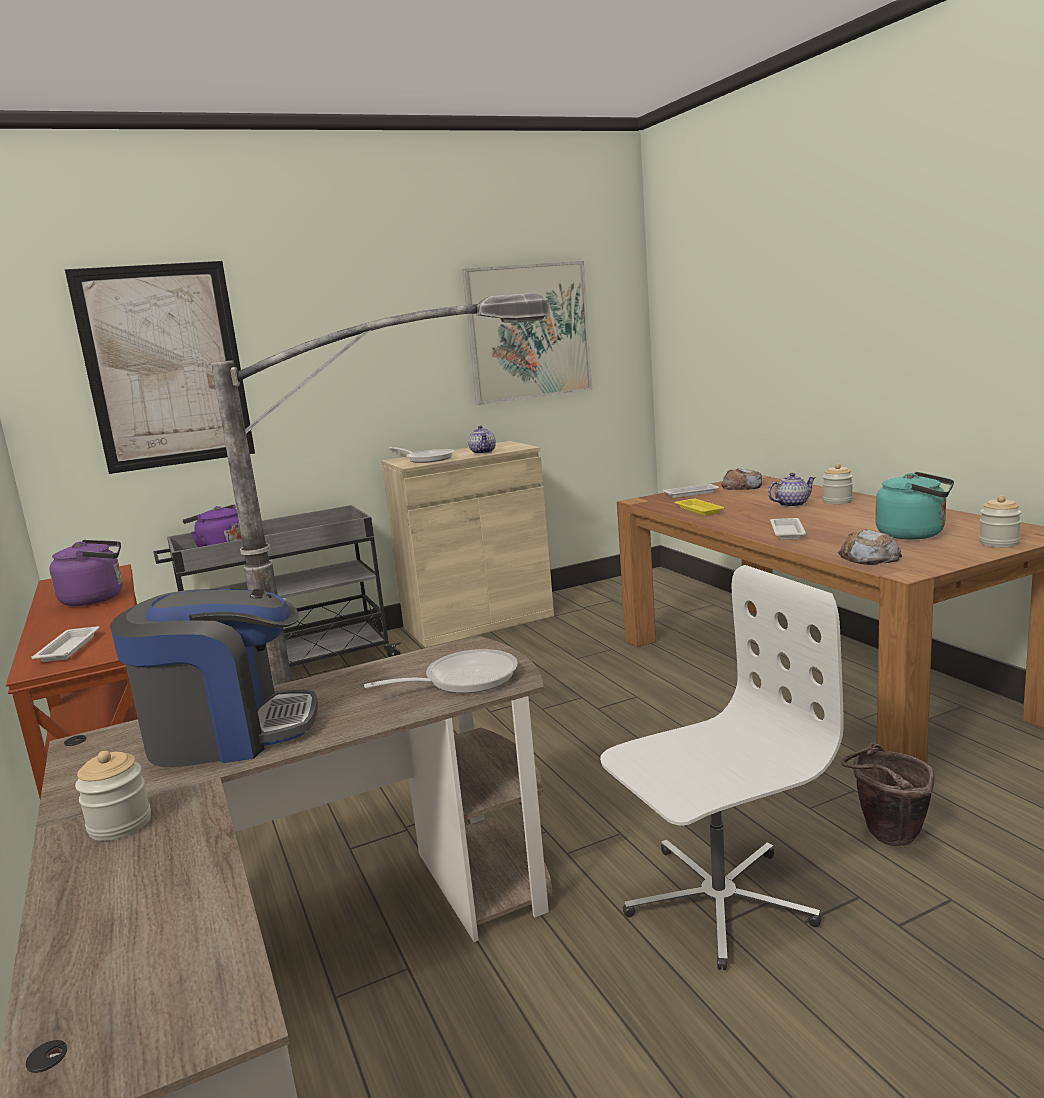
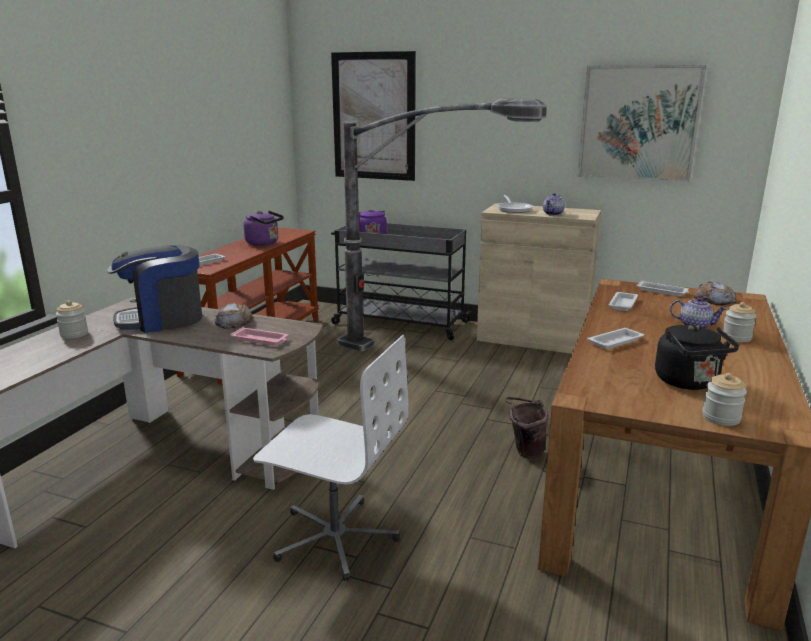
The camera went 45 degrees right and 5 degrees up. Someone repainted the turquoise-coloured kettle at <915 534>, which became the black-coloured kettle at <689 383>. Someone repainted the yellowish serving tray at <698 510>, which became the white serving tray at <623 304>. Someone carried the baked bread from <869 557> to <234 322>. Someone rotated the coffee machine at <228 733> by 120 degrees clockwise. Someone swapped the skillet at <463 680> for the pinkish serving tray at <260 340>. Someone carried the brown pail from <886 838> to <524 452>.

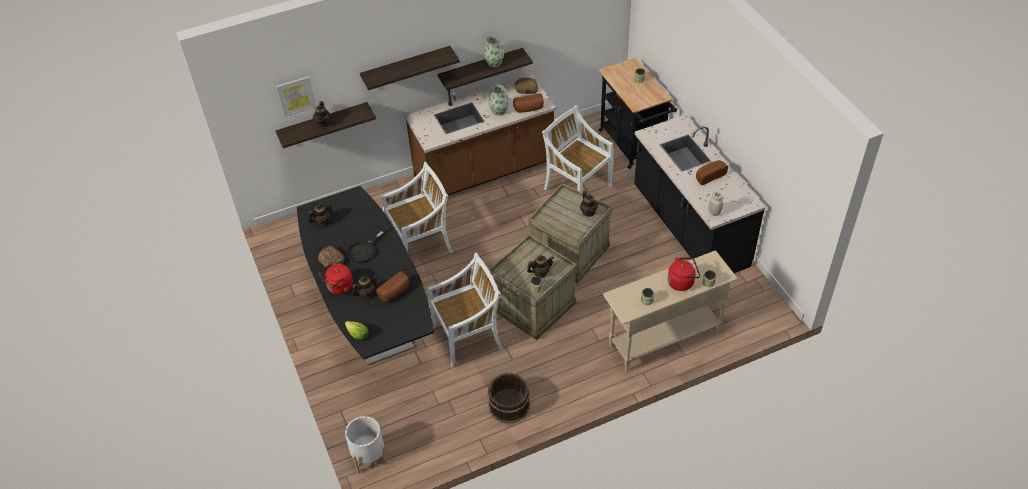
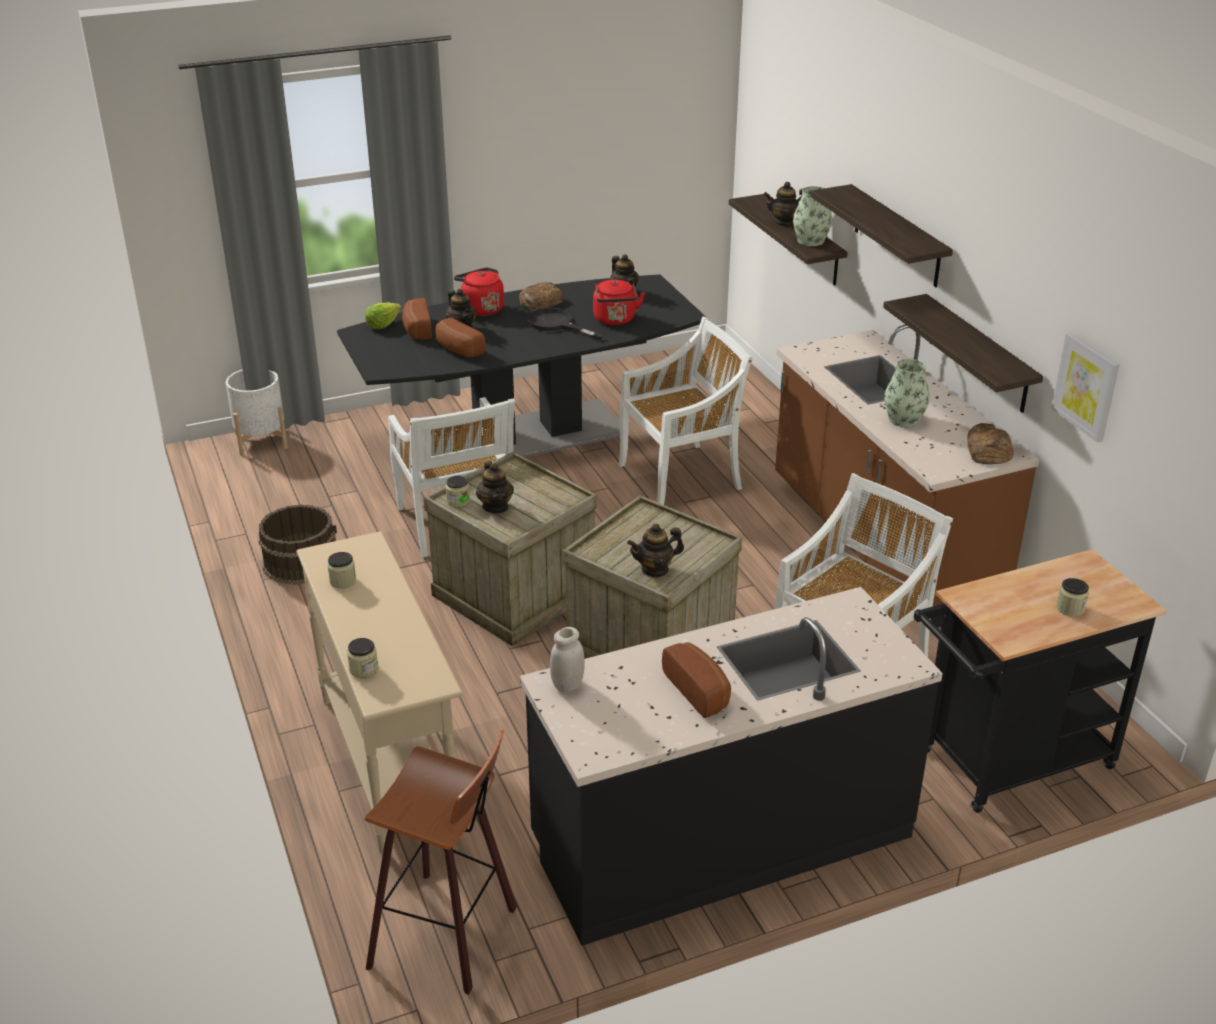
The camera went 90 degrees right and 15 degrees down. Someone carried the vase from <494 62> to <810 241>. Someone carried the picture from <296 95> to <1086 387>. Someone carried the baked bread from <529 109> to <416 330>. Someone rotated the white upright chair at <421 243> by 90 degrees counterclockwise. Someone carried the reddish kettle from <682 282> to <615 320>. Someone put down the stool seat at <449 934>.

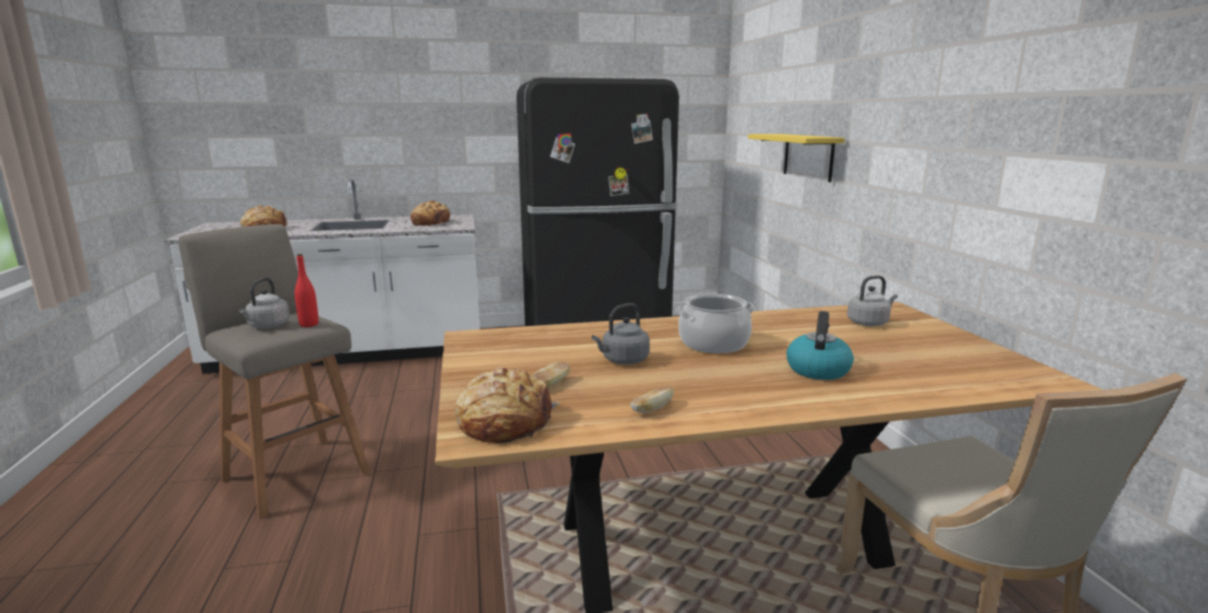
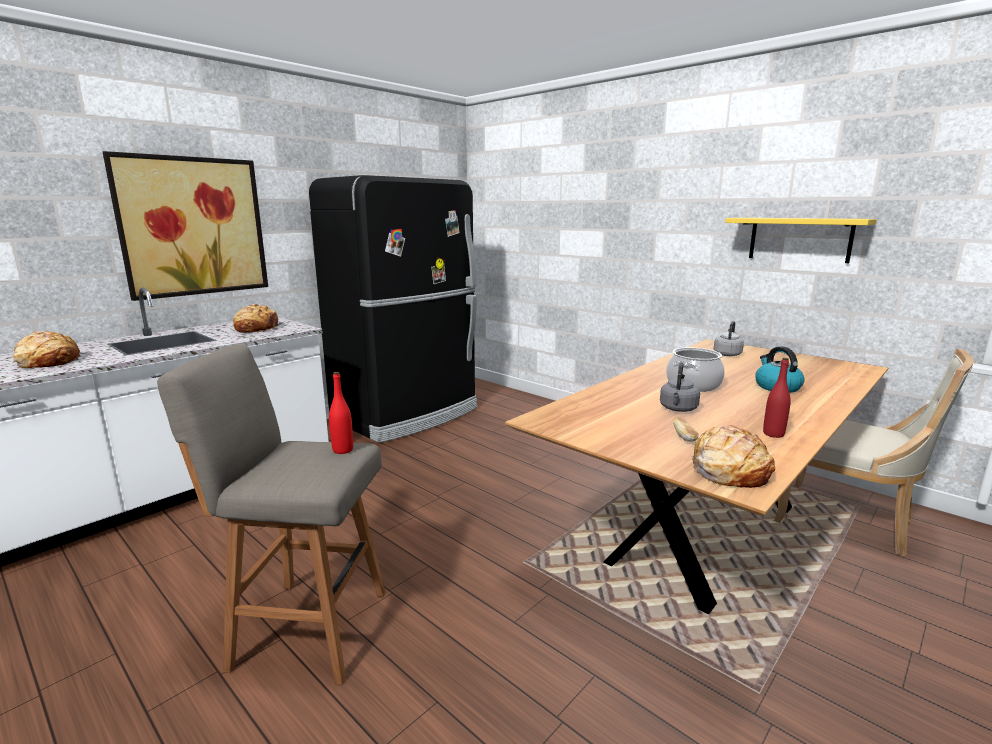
The camera went 35 degrees left and 0 degrees up. Someone carried the yellowish shelf from <808 156> to <799 239>. Someone took away the greyish kettle at <267 326>. Someone swapped the baked bread at <652 409> for the reddish beverage bottle at <773 434>. Someone put up the picture at <193 227>.

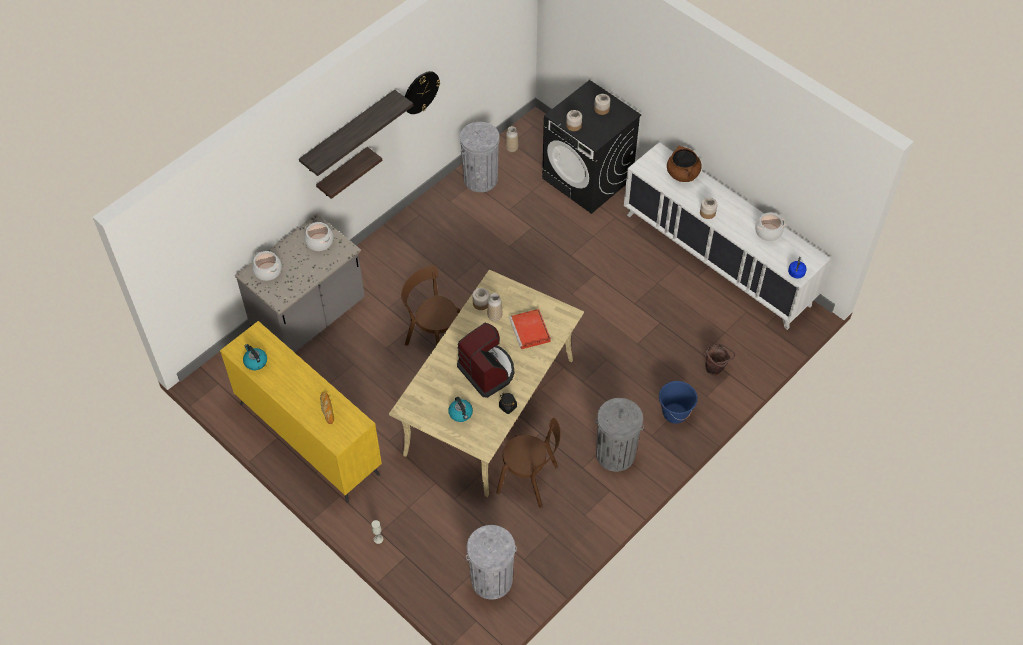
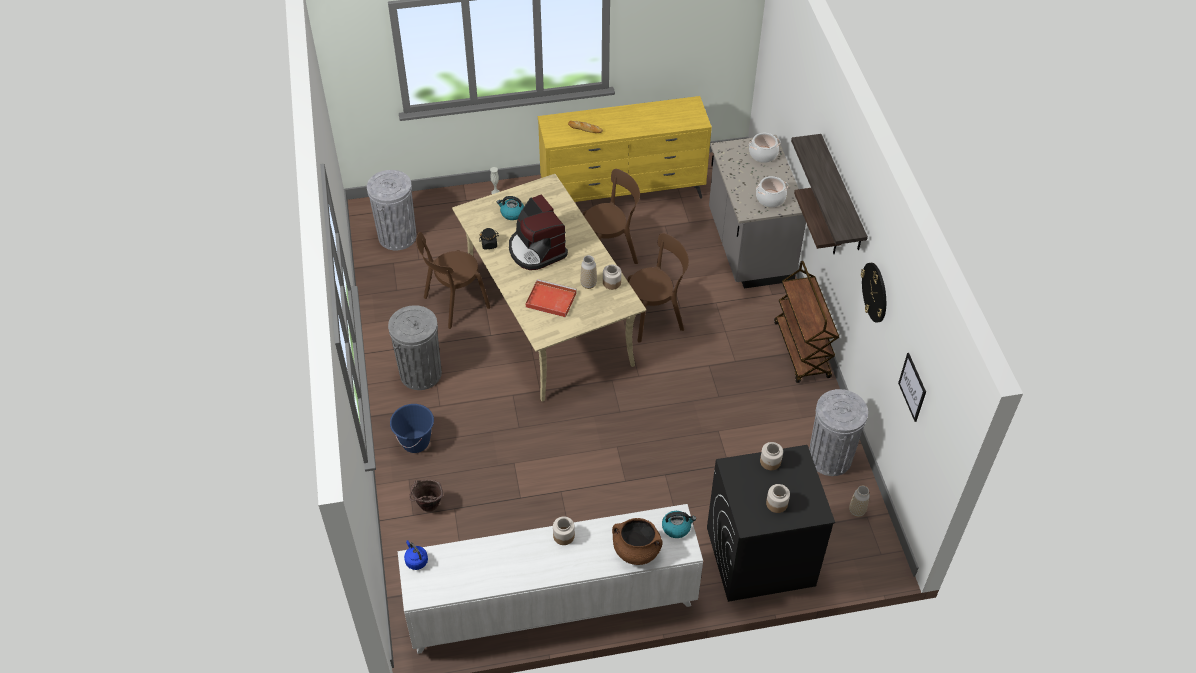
The camera went 125 degrees right and 5 degrees down. Someone took away the saucepot at <768 232>. Someone rotated the coffee machine at <487 371> by 60 degrees clockwise. Someone carried the kettle from <255 361> to <676 527>. Someone put down the brown upright chair at <610 251>. Someone put down the brown cart at <802 350>. Someone put up the picture at <912 387>.

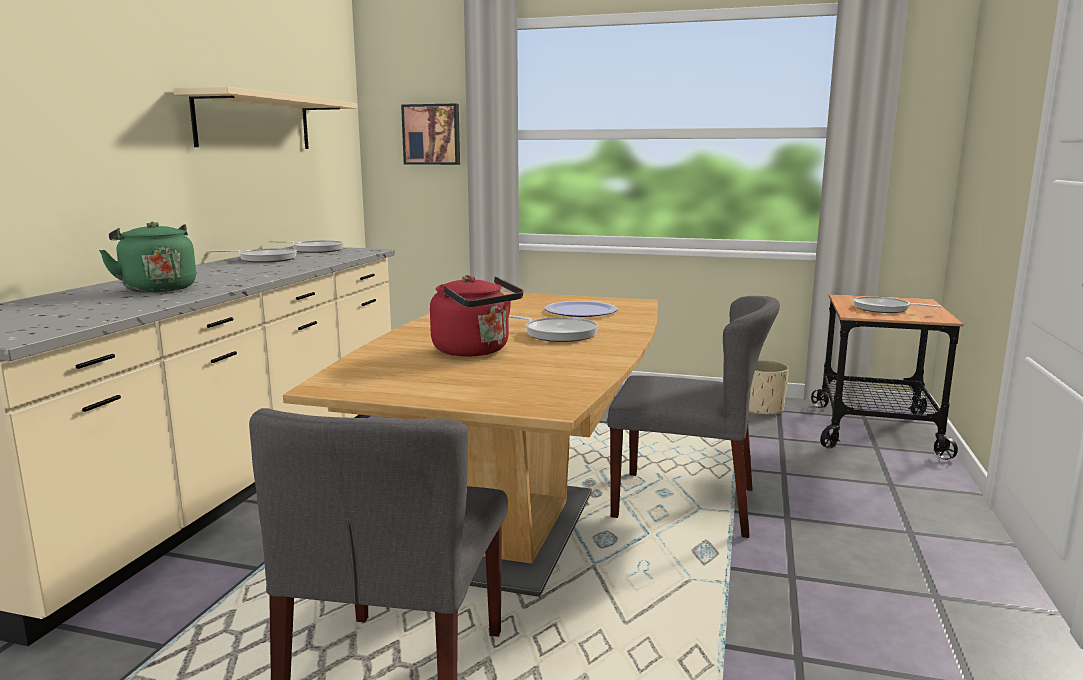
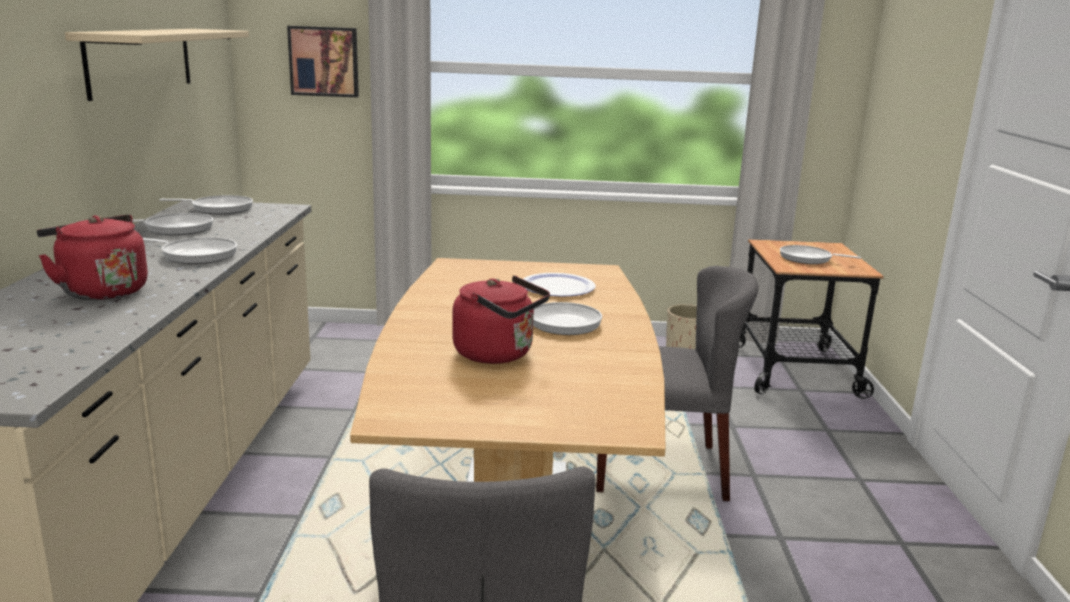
The camera went 15 degrees left and 5 degrees up. Someone repainted the green kettle at <157 288>, which became the reddish kettle at <101 291>. Someone put down the skillet at <196 255>.

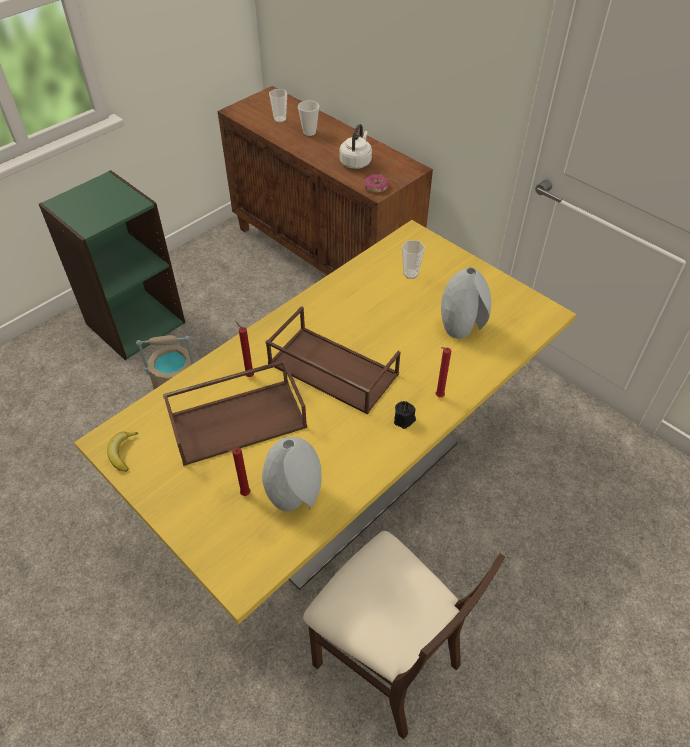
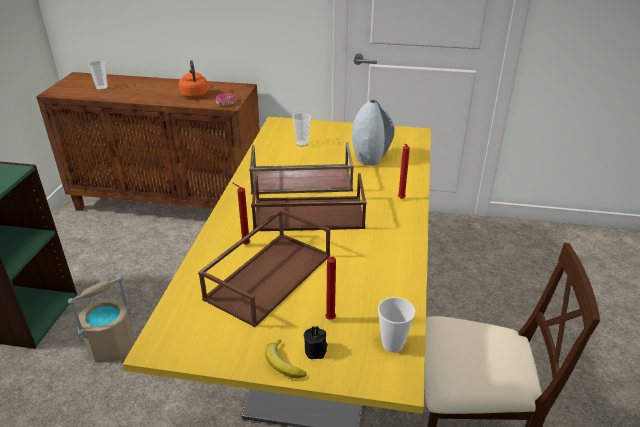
The camera went 35 degrees left and 15 degrees down. Someone carried the drinking cup from <309 132> to <393 344>. Someone repainted the white kettle at <356 162>, which became the orangey kettle at <194 94>. Someone carried the black-coloured wax candle from <404 420> to <316 350>. Someone carried the banana fruit from <122 452> to <282 364>. Someone took away the greyish vase at <295 496>. Someone put down the brown serving tray at <300 180>.

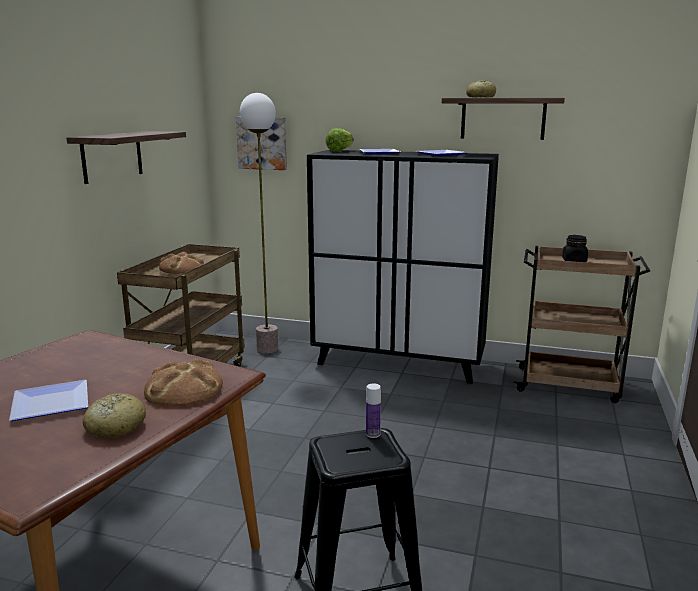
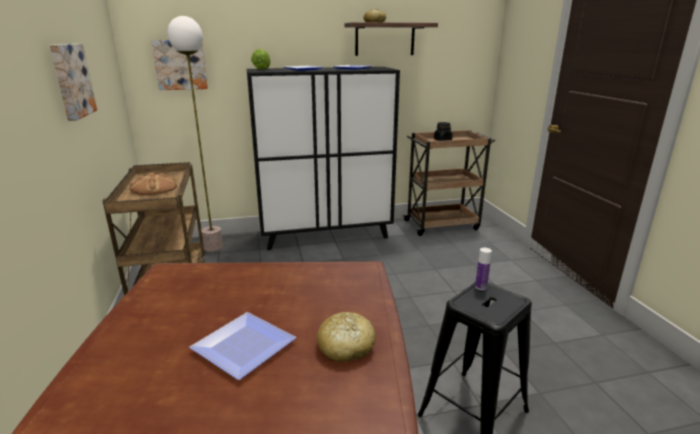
The camera went 30 degrees left and 5 degrees up. Someone swapped the shelf at <112 156> for the picture at <70 80>. Someone took away the baked bread at <184 389>.

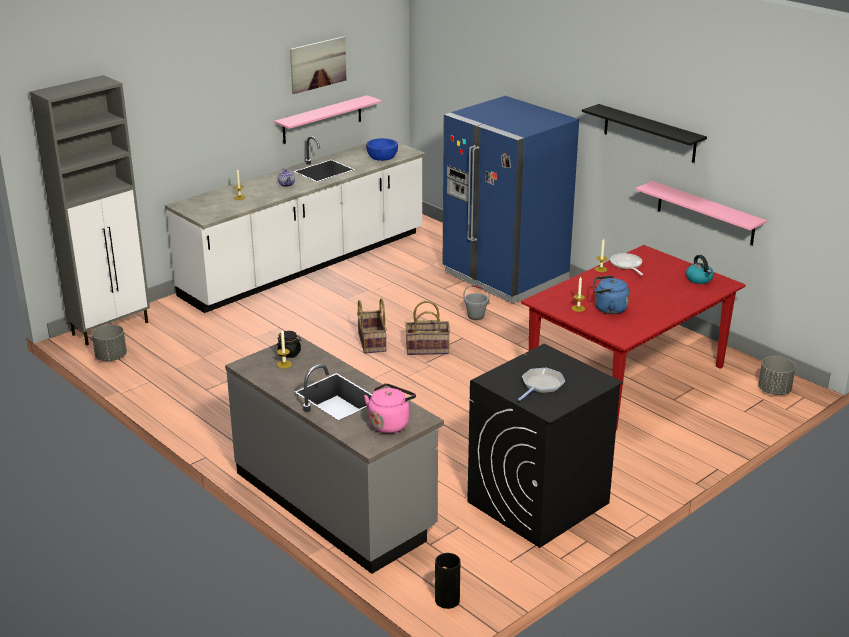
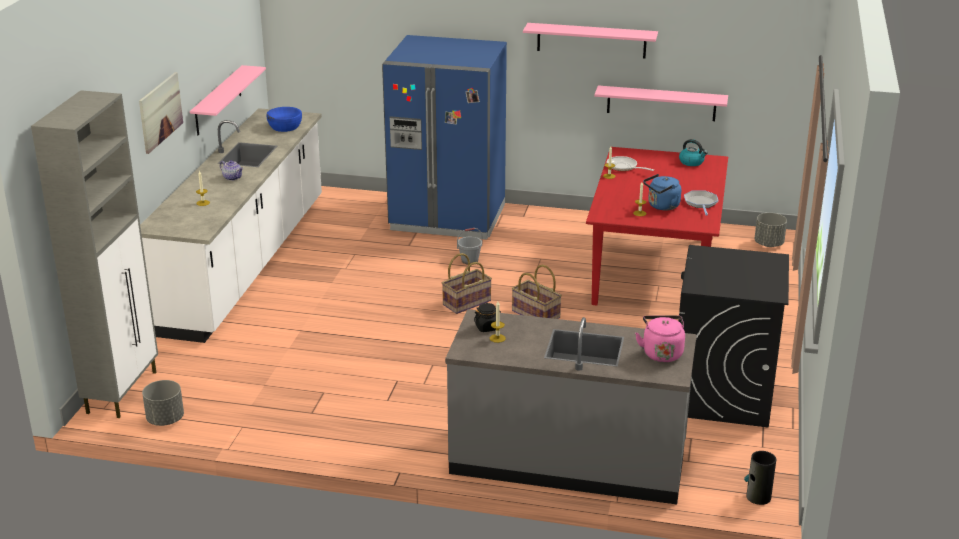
The camera went 35 degrees left and 0 degrees up. Someone carried the picture from <318 64> to <160 112>. Someone repainted the black-coloured shelf at <649 133>, which became the pinkish shelf at <591 40>. Someone carried the basket from <371 342> to <535 314>. Someone carried the skillet from <541 385> to <701 203>.

